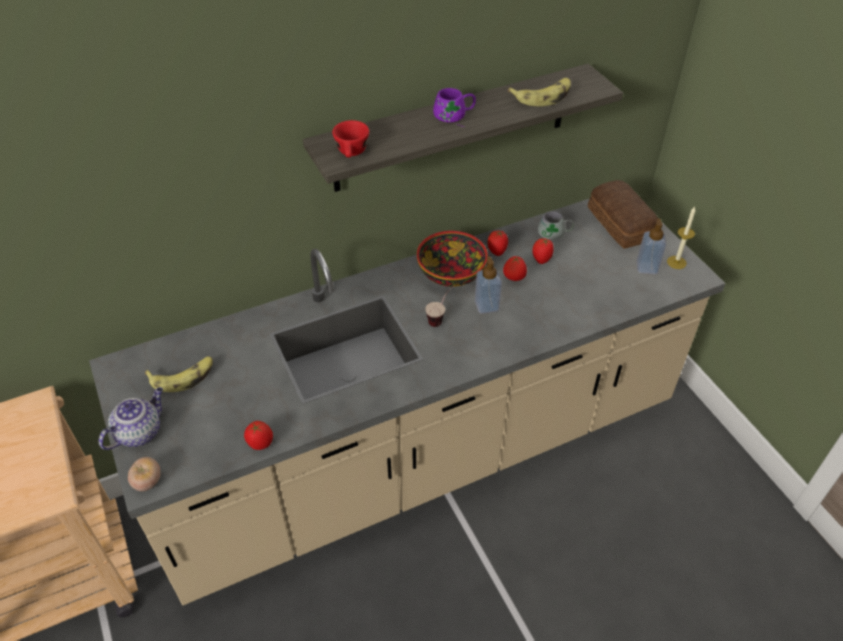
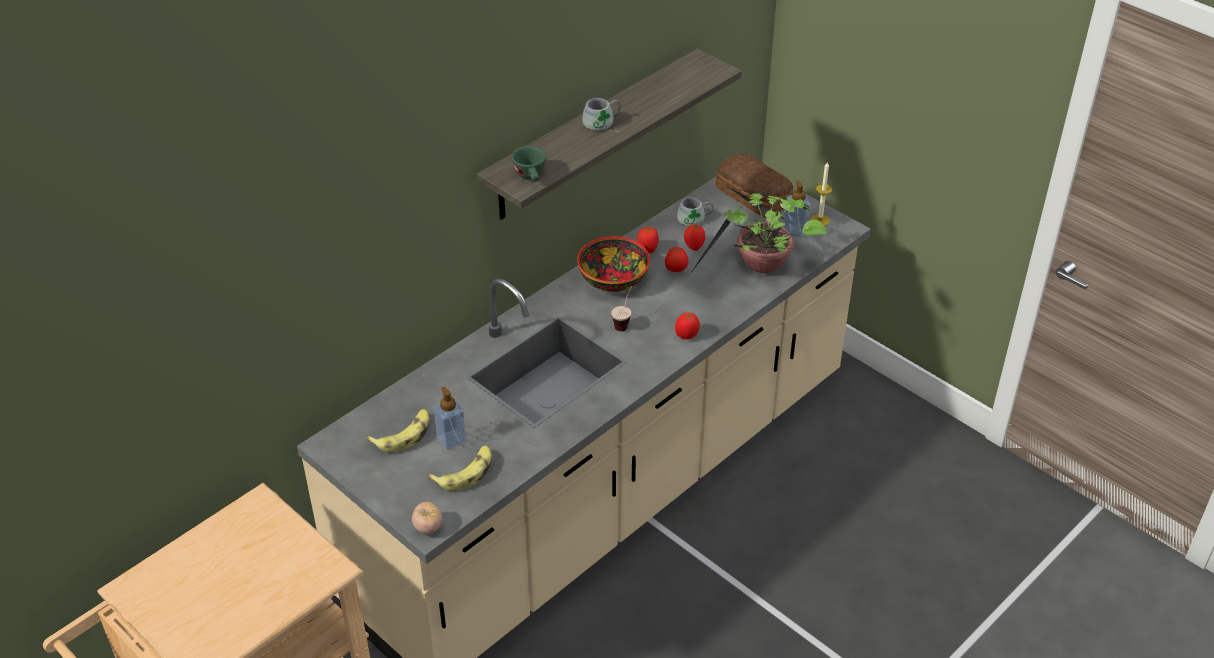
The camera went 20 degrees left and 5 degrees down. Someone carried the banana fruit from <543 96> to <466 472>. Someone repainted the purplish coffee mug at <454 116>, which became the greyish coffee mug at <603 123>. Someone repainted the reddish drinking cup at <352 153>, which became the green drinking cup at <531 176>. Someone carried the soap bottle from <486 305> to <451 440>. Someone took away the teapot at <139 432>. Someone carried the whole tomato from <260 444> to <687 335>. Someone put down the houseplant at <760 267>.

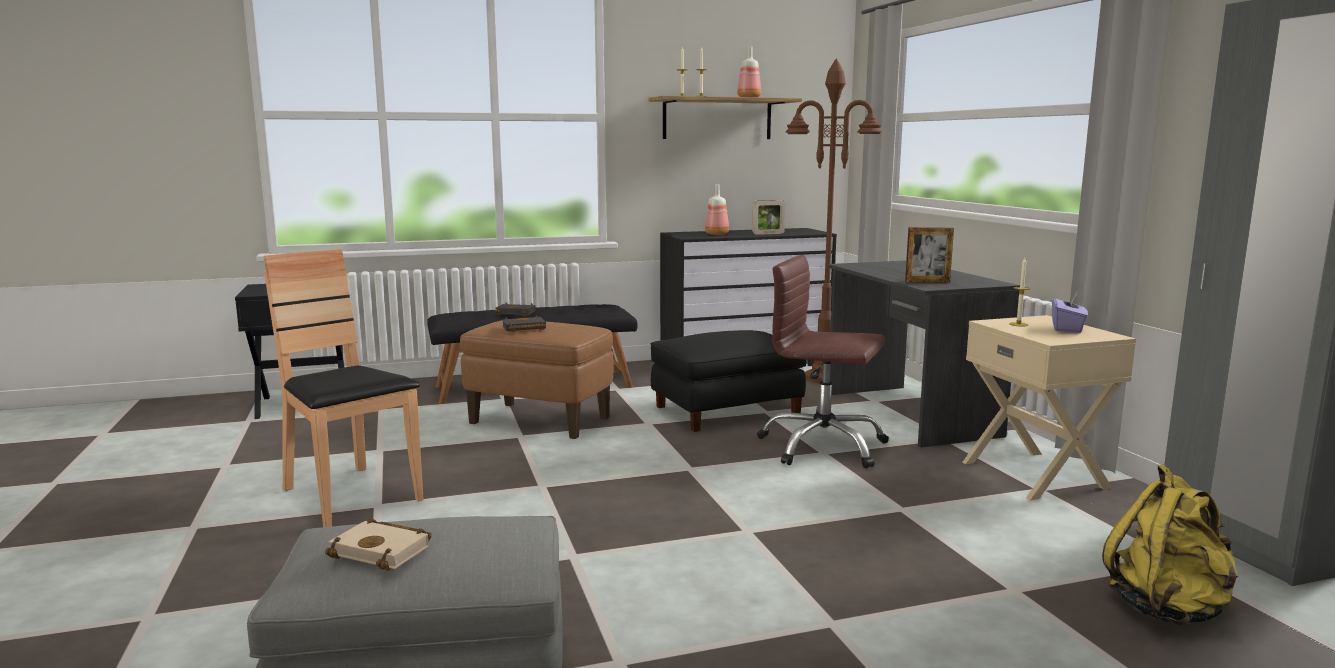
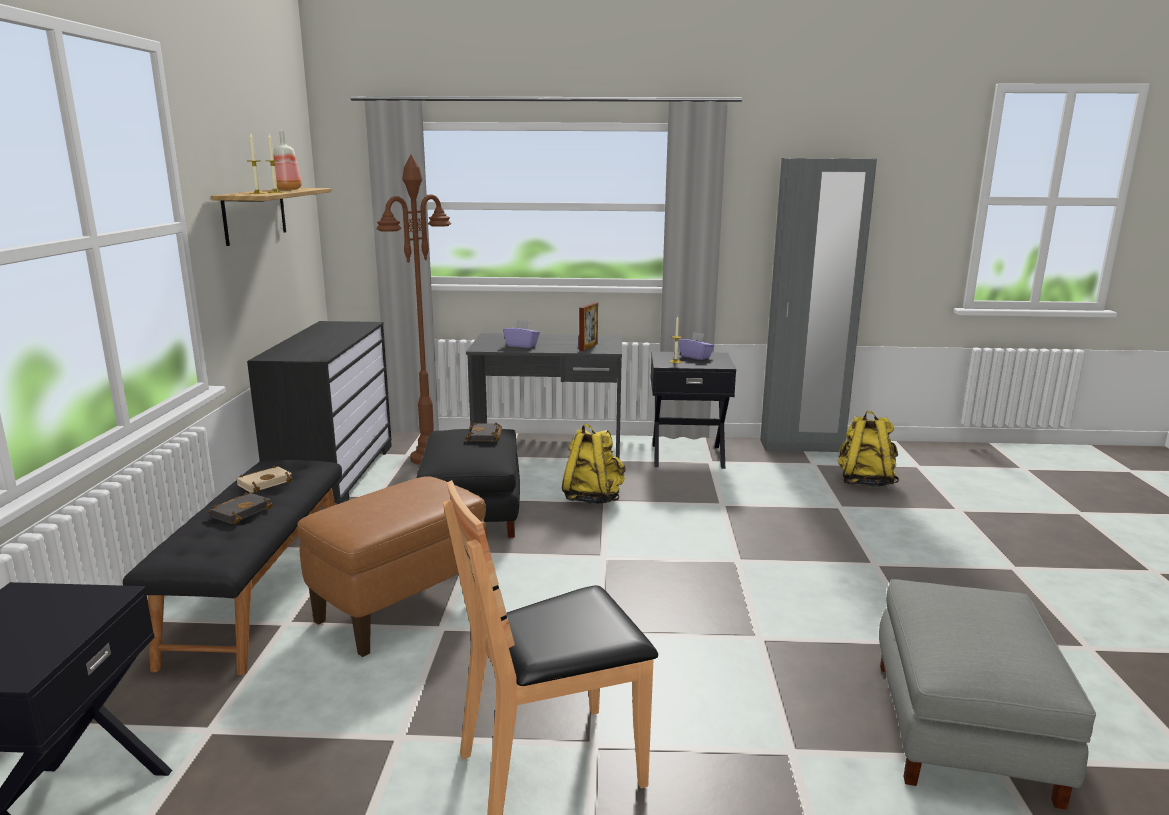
The camera went 70 degrees left and 5 degrees up. Someone took away the beverage bottle at <717 234>. Someone took away the picture frame at <768 234>. Someone swapped the brown desk chair at <822 447> for the yellowish rucksack at <593 498>. Someone carried the black-coloured volume from <523 328> to <485 436>. Someone repainted the beige nightstand at <1036 474>, which became the black-coloured nightstand at <687 455>. Someone carried the beige volume from <384 551> to <265 482>. Someone put down the purplish box of tissues at <521 345>.

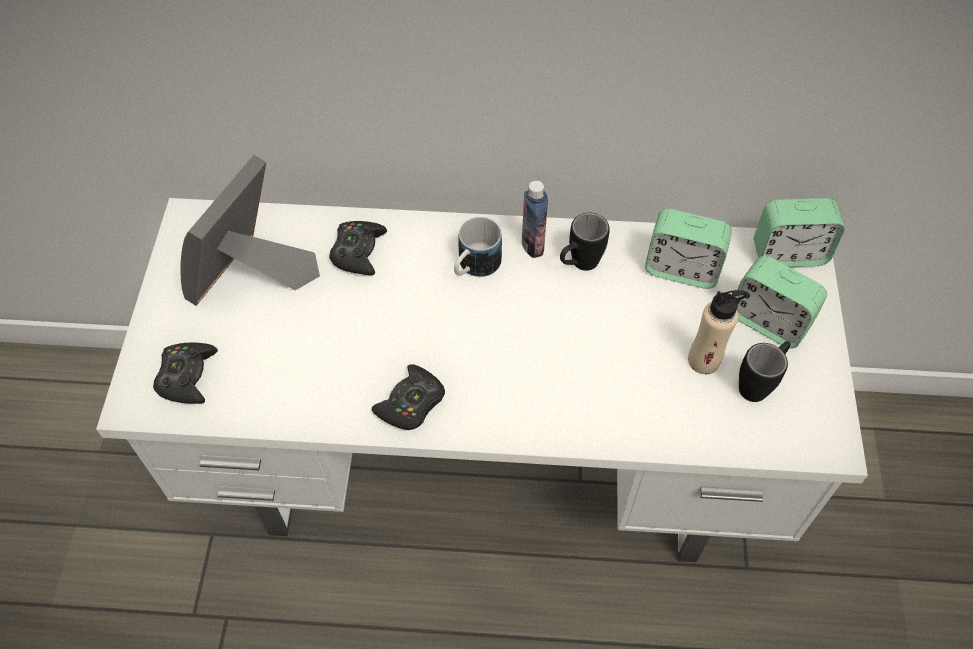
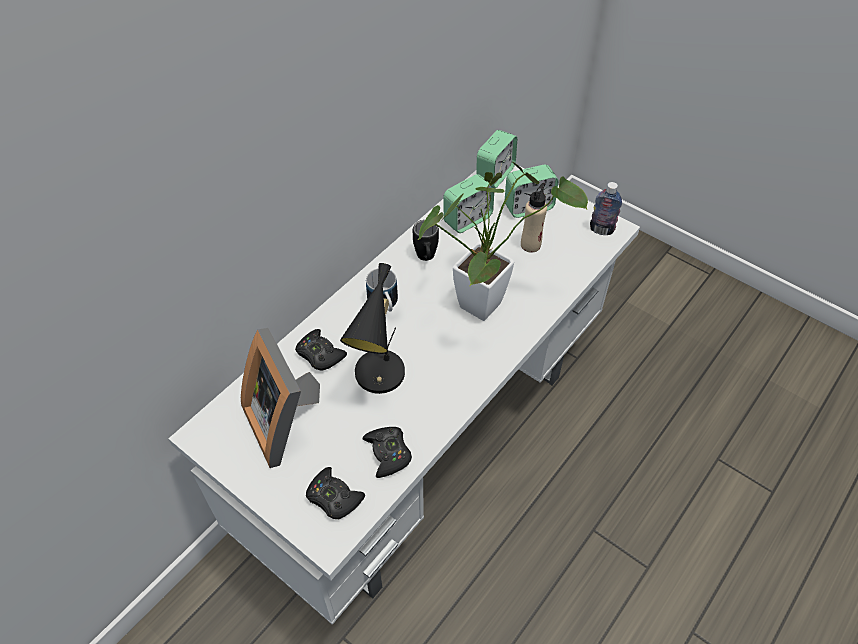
The camera went 55 degrees left and 5 degrees down. Someone carried the beverage bottle from <532 245> to <601 230>. Someone took away the black-coloured coffee mug at <759 383>. Someone carried the black-coloured gamepad from <411 403> to <388 453>. Someone put down the houseplant at <486 300>. Someone put down the black-coloured tabletop lamp at <379 379>.

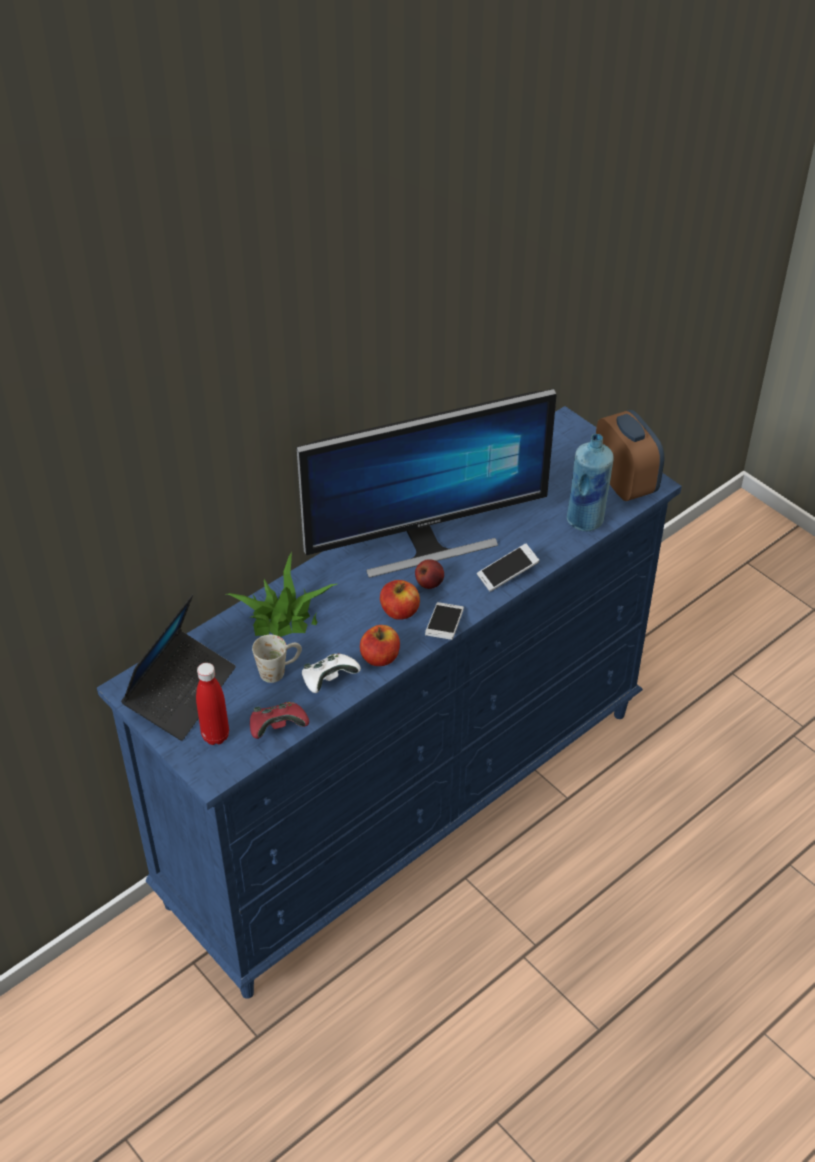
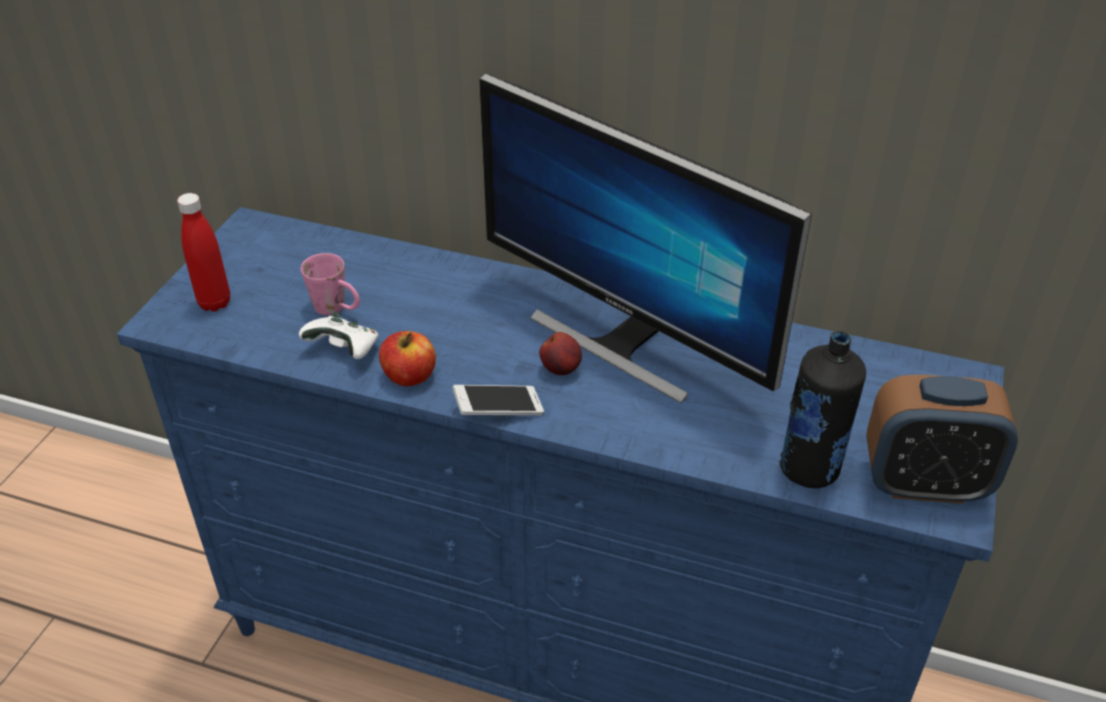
The camera went 60 degrees right and 5 degrees down. Someone rotated the alarm clock at <624 483> by 60 degrees clockwise. Someone repainted the blue-coloured beverage bottle at <585 520>, which became the black-coloured beverage bottle at <809 470>. Someone took away the telephone at <507 574>. Someone took away the houseplant at <283 616>. Someone took away the apple at <399 611>. Someone took away the portable computer at <181 692>. Someone repainted the white coffee mug at <279 670>, which became the pinkish coffee mug at <337 309>. Someone took away the reddish gamepad at <278 728>.

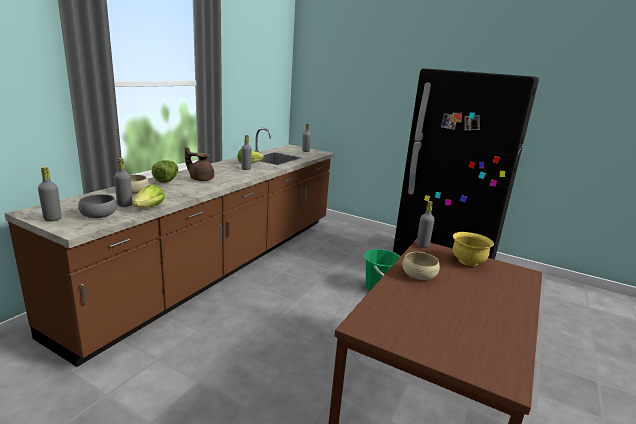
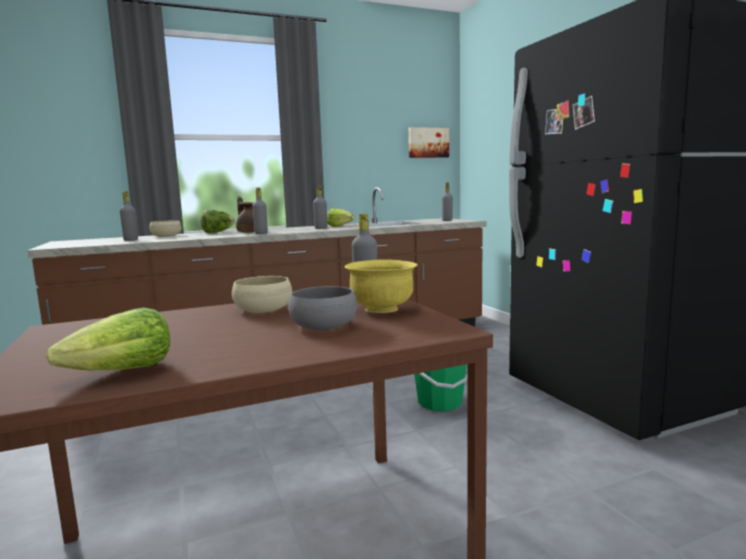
The camera went 40 degrees right and 10 degrees down. Someone carried the greyish beverage bottle from <53 219> to <261 233>. Someone carried the head of lettuce from <149 207> to <122 372>. Someone carried the greyish bowl from <98 215> to <323 325>. Someone put up the picture at <428 143>.

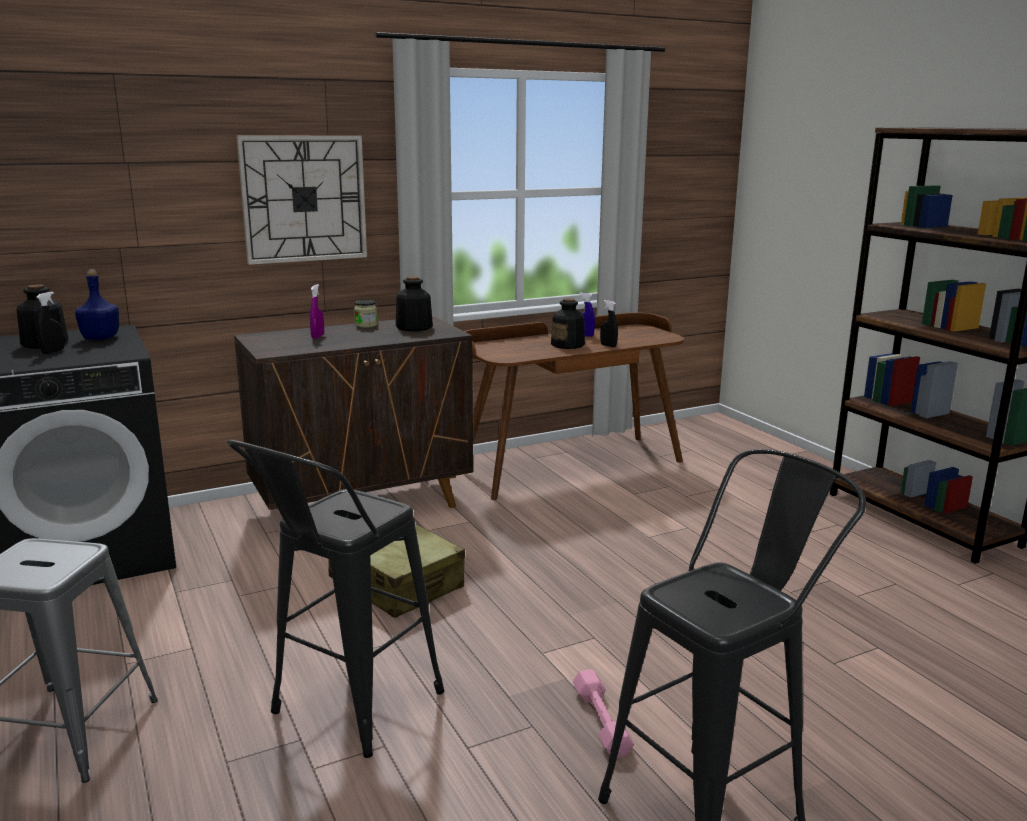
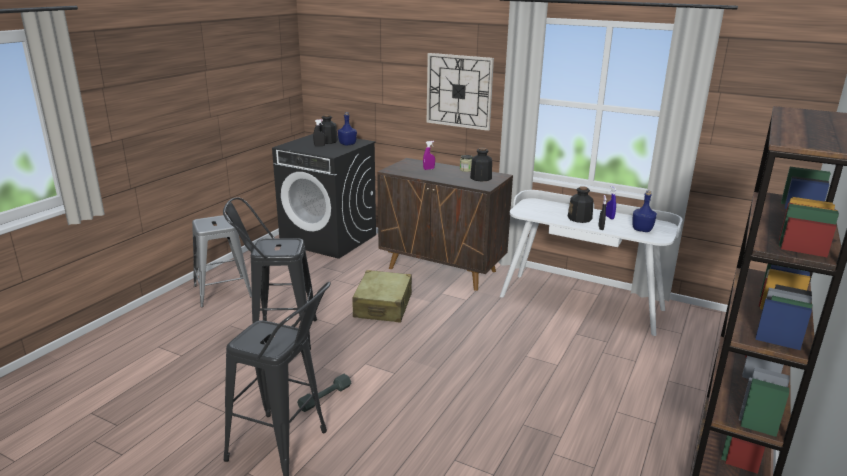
The camera went 55 degrees right and 5 degrees up. Someone repainted the brown desk unit at <571 465>, which became the white desk unit at <581 302>. Someone repainted the pinkish free weight at <601 721>, which became the greyish free weight at <325 397>. Someone put down the blue-coloured beverage bottle at <642 230>.

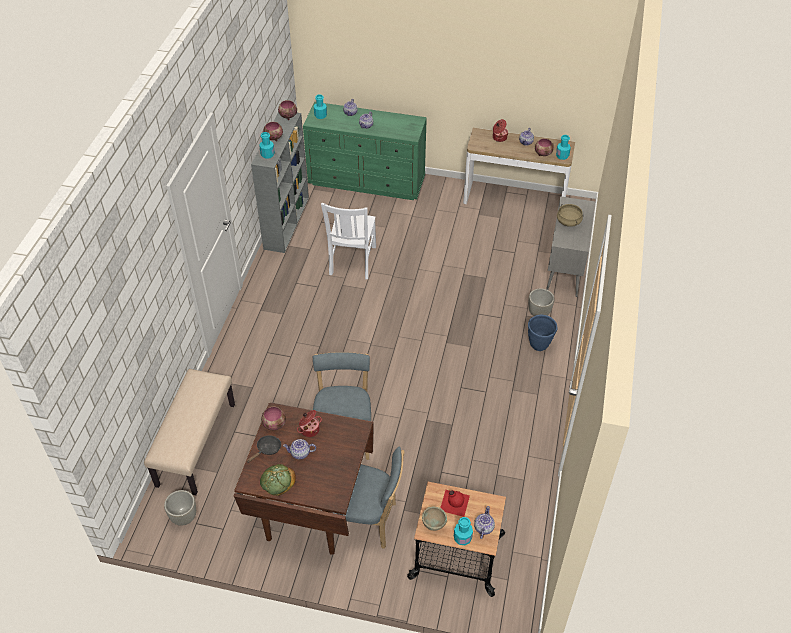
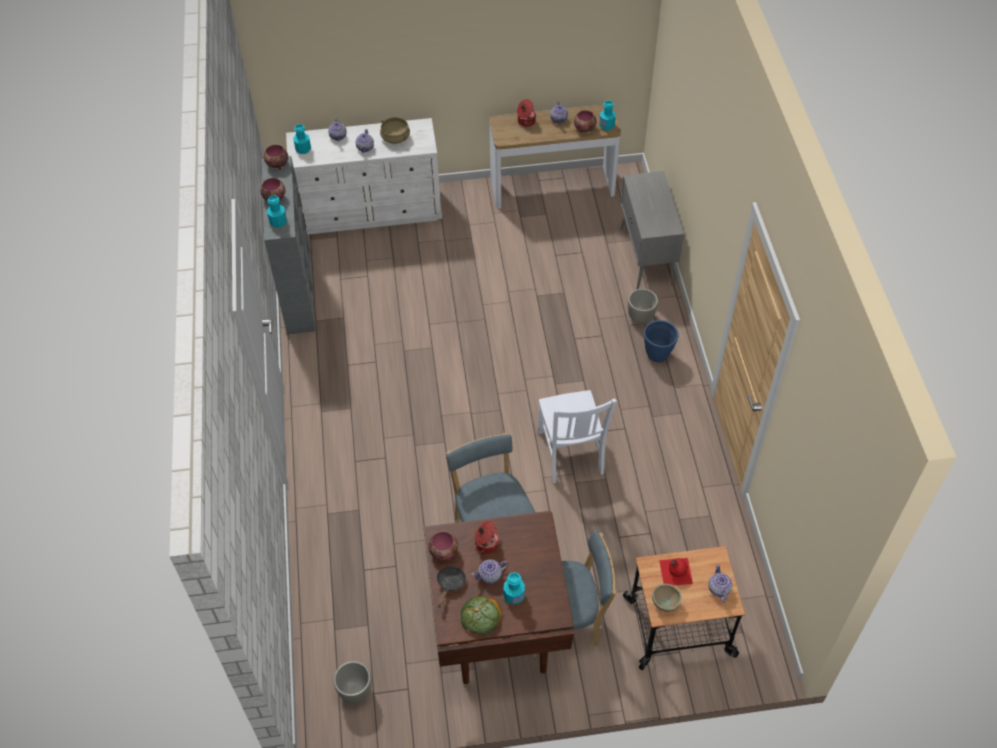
The camera went 20 degrees left and 5 degrees up. Someone repainted the green drawer chest at <367 181>, which became the white drawer chest at <371 211>. Someone carried the white upright chair from <352 262> to <571 454>. Someone carried the beige saucepot from <568 221> to <395 138>. Someone took away the beige long seat at <195 444>. Someone carried the turquoise-coloured beverage bottle from <462 538> to <514 595>.

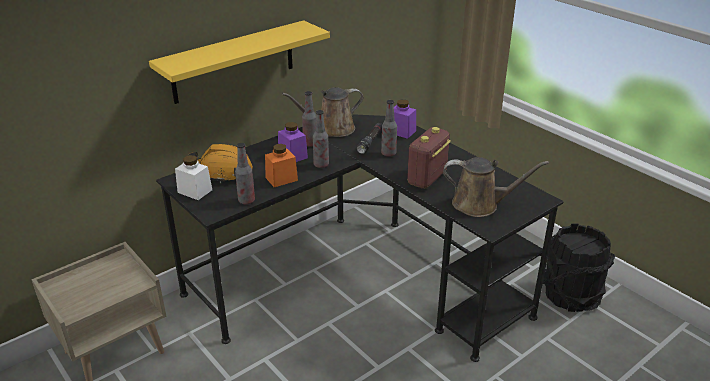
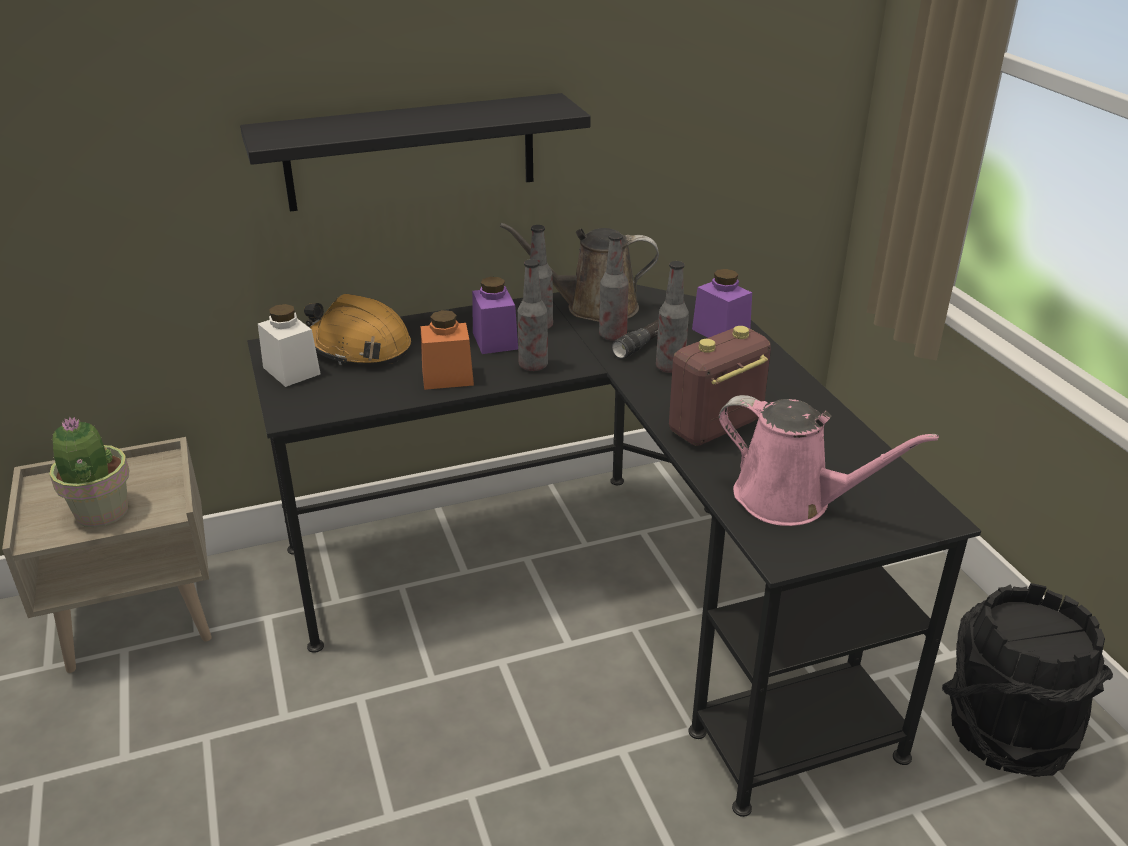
The camera went 20 degrees right and 0 degrees up. Someone repainted the yellowish shelf at <233 62>, which became the black-coloured shelf at <411 152>. Someone carried the beverage bottle from <246 201> to <612 336>. Someone repainted the brown sprinkling can at <480 204>, which became the pinkish sprinkling can at <791 500>. Someone put down the houseplant at <101 512>.

